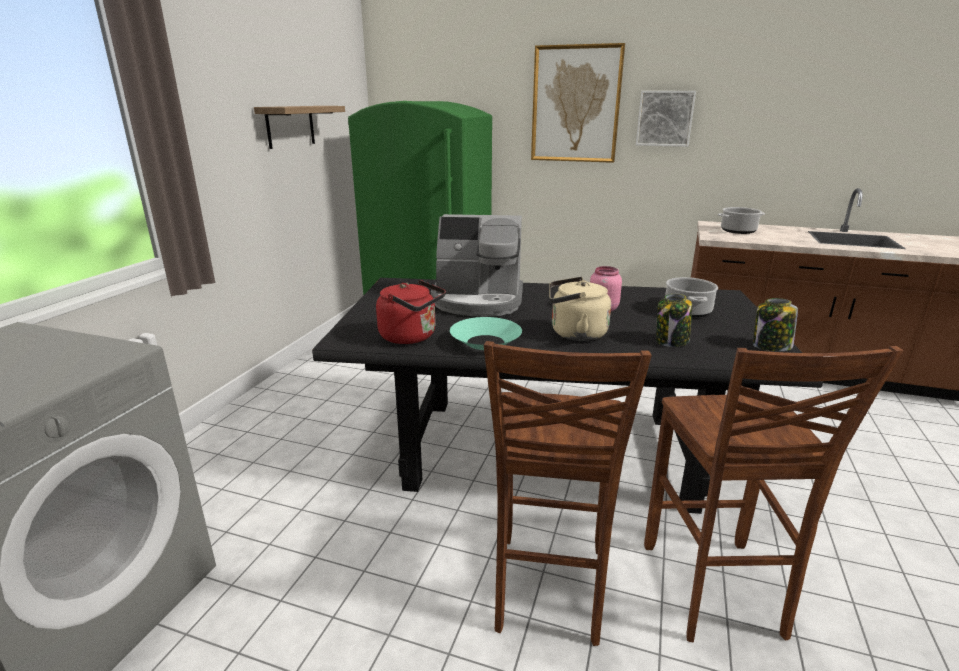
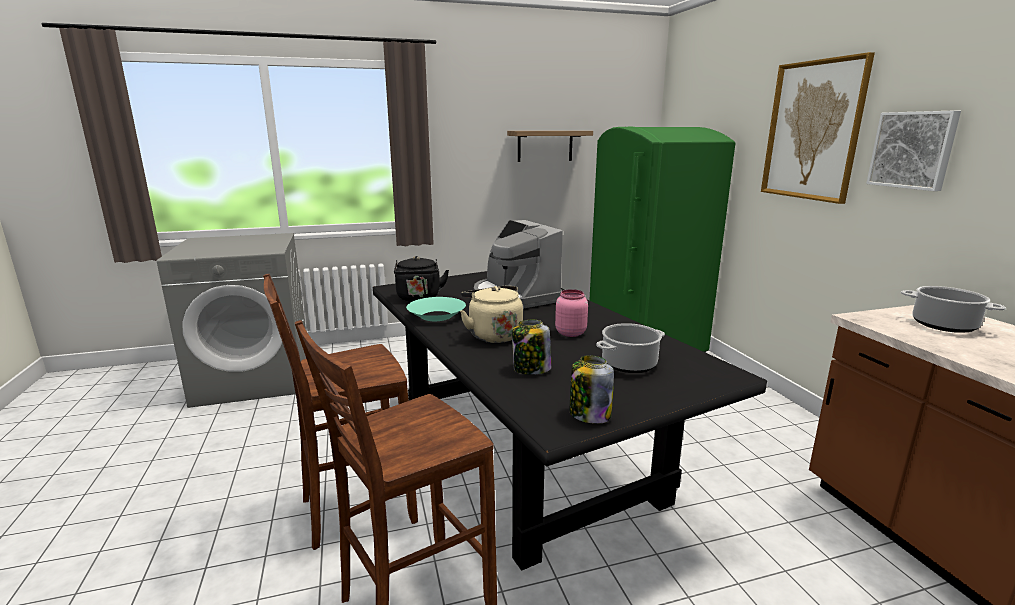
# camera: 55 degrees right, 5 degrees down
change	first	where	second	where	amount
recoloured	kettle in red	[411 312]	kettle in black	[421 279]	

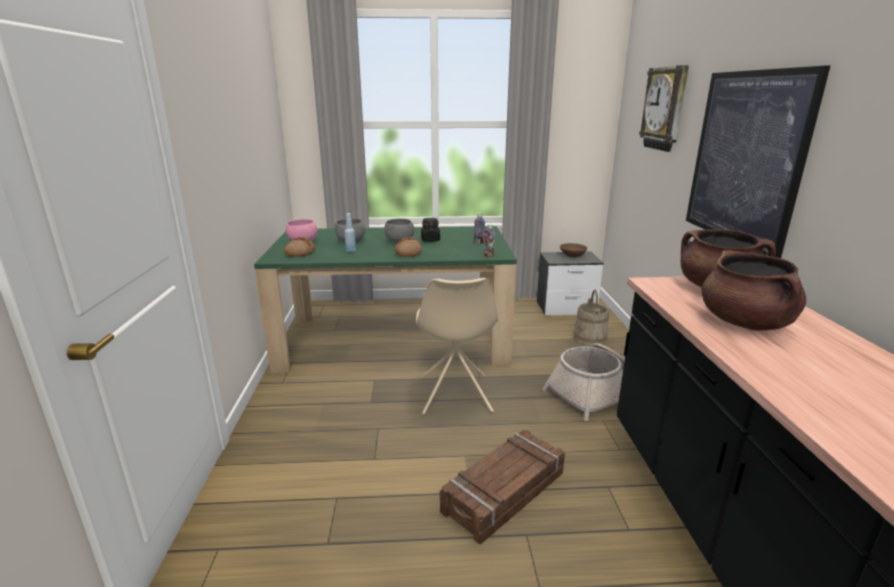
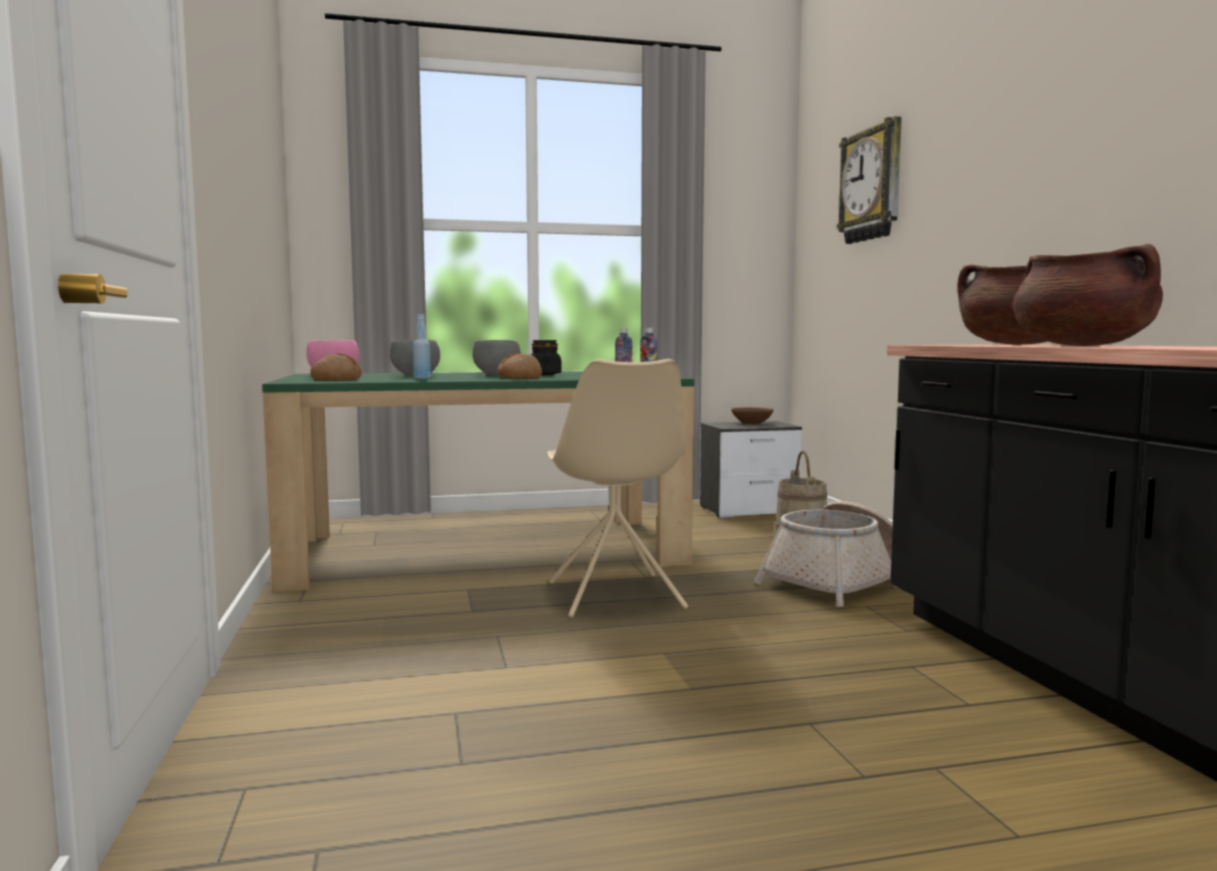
# camera: 10 degrees left, 15 degrees down
change	first	where	second	where	amount
removed	picture	[758 162]			
removed	crate	[502 487]			

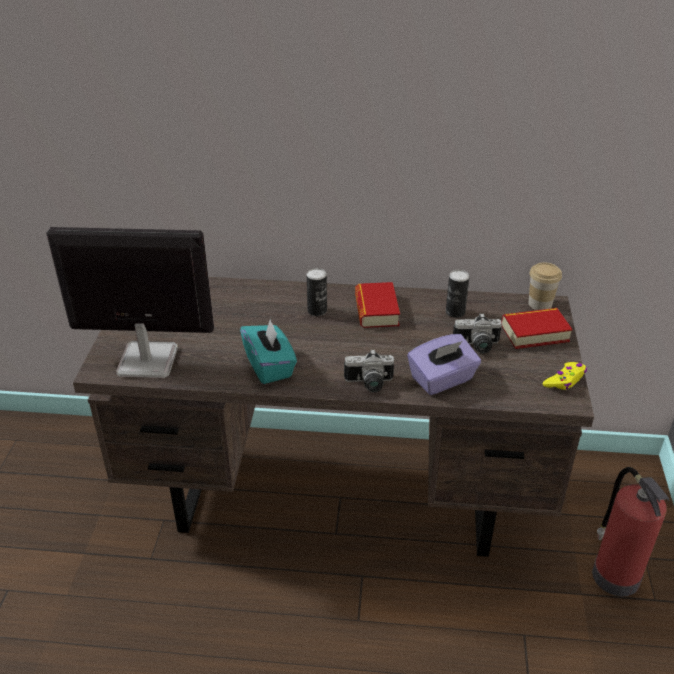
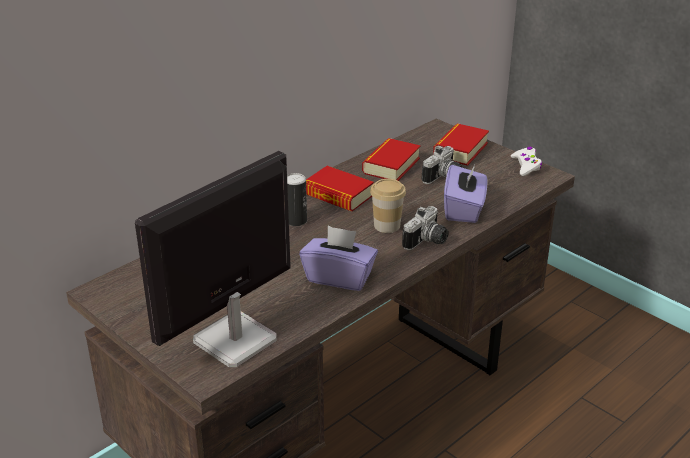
# camera: 50 degrees left, 5 degrees down
change	first	where	second	where	amount
moved	cup	[545 286]		[388 206]	
replaced	can	[457 294]	book	[391 159]	
recoloured	tissue box in turquoise	[268 351]	tissue box in purple	[338 258]	
recoloured	game controller in yellow	[565 376]	game controller in white	[526 161]	
removed	fire extinguisher	[631 531]			

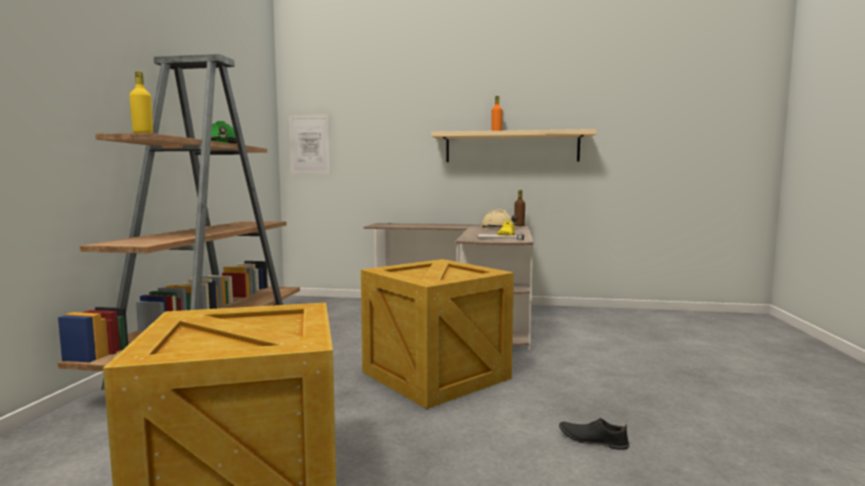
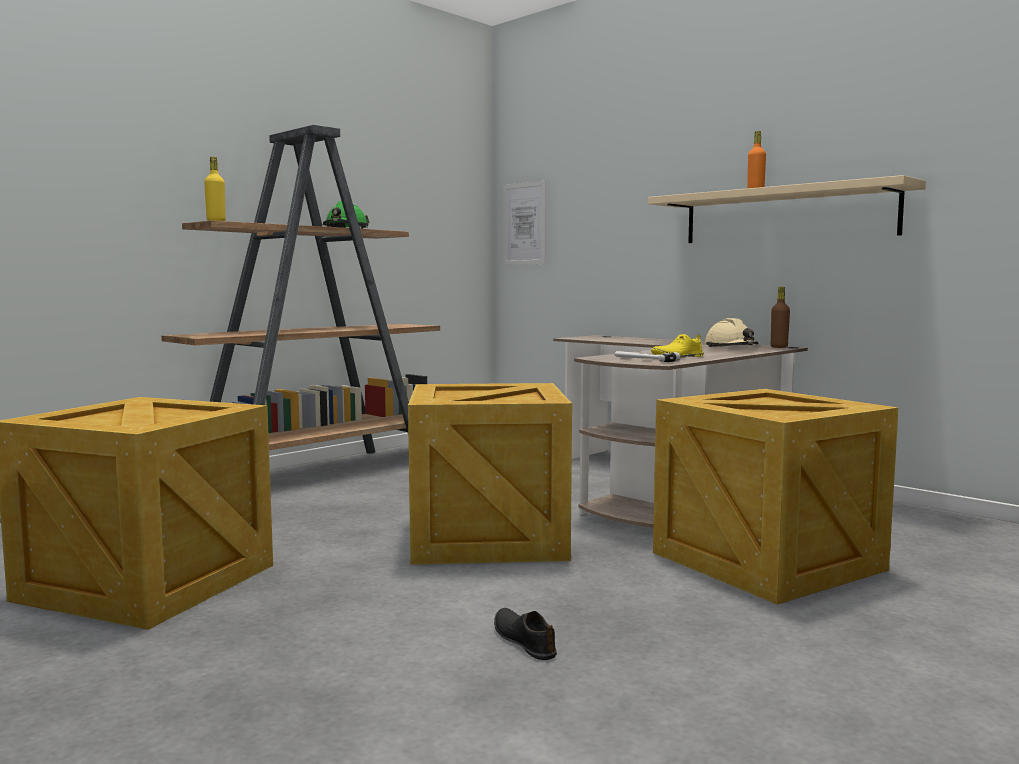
# camera: 35 degrees right, 0 degrees up
change	first	where	second	where	amount
added			crate	[776 496]	

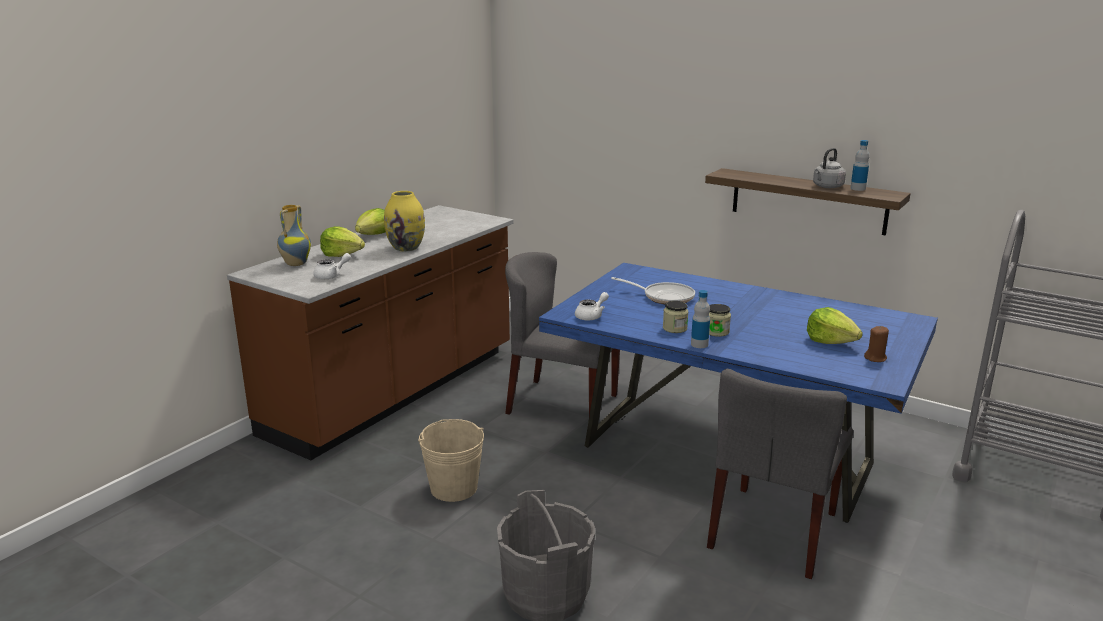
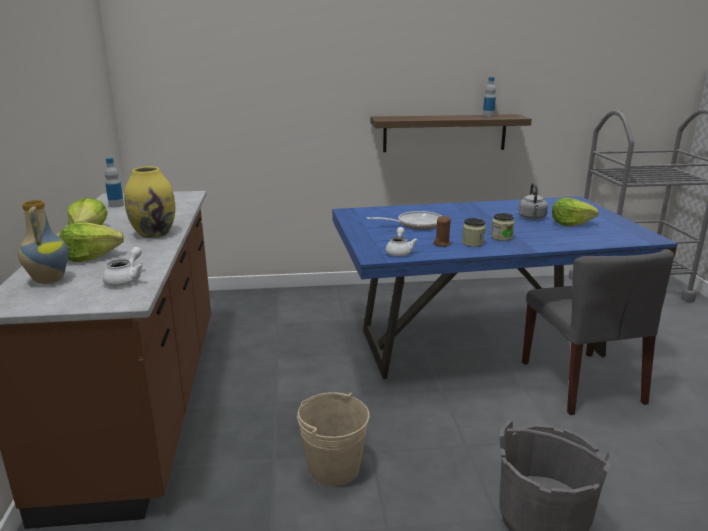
# camera: 40 degrees left, 0 degrees up
change	first	where	second	where	amount
moved	kettle in grey	[829 168]		[533 201]	
removed	chair in grey	[562 333]			
moved	bottle	[700 319]		[114 183]	
moved	candle in brown	[876 344]		[442 231]	

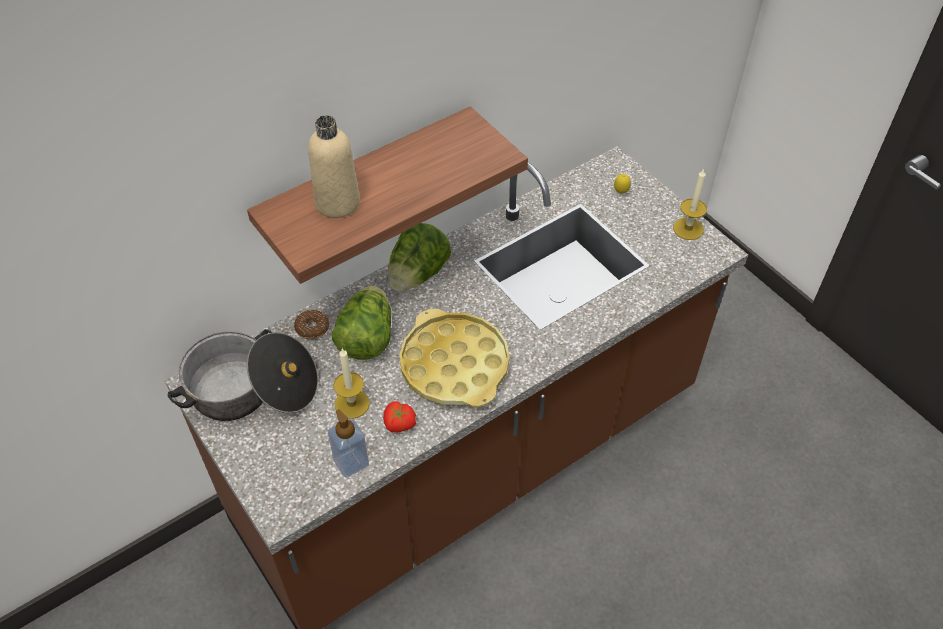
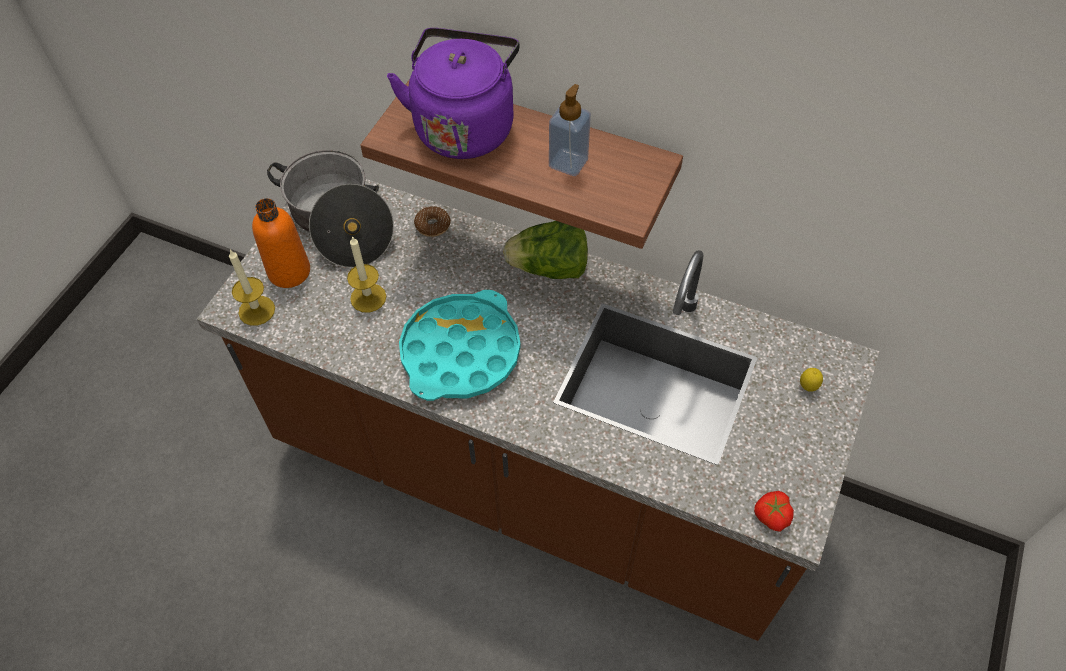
# camera: 60 degrees right, 5 degrees up
change	first	where	second	where	amount
replaced	bottle in beige	[334 166]	kettle in purple	[453 93]	
moved	candle	[690 204]		[252 287]	
removed	lettuce	[361 322]			
recoloured	tray in yellow	[454 358]	tray in turquoise	[460 345]	
moved	tomato	[399 417]		[774 511]	
moved	soap dispenser	[348 443]		[570 130]	
added			bottle in orange	[281 243]	

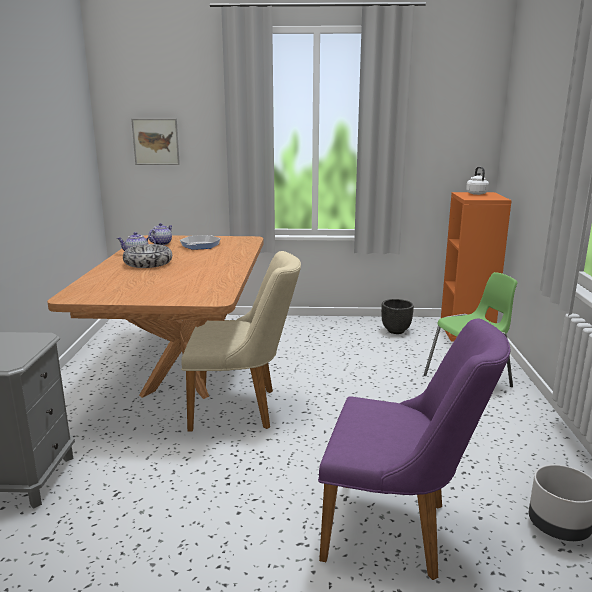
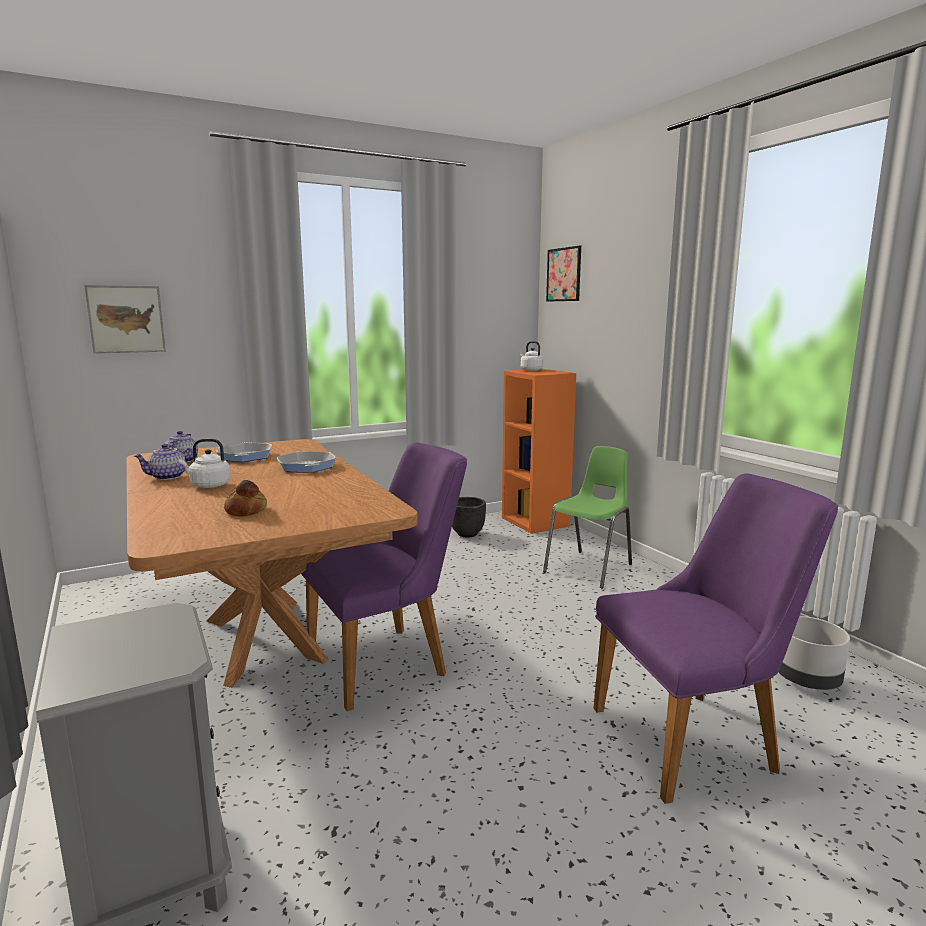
# camera: 30 degrees left, 5 degrees down
change	first	where	second	where	amount
replaced	bowl	[147 256]	kettle in white	[205 463]	
recoloured	chair in beige	[241 341]	chair in purple	[384 576]	
added			picture	[563 274]	
added			frying pan	[306 462]	
added			bread	[245 498]	

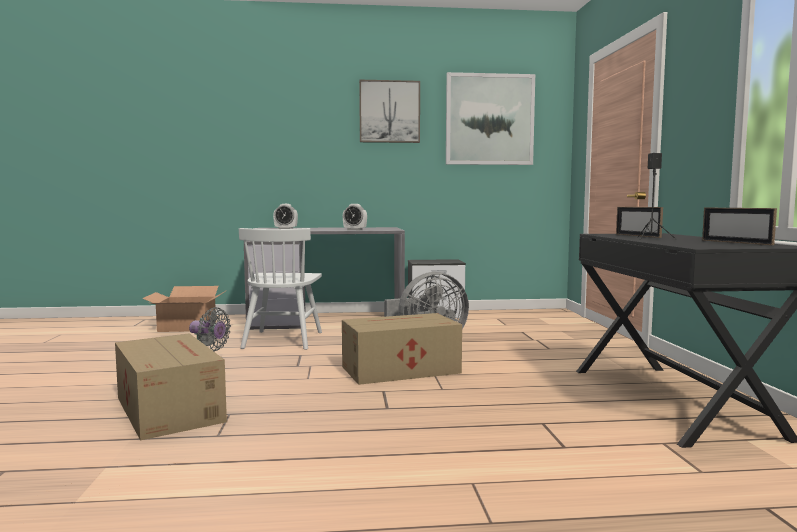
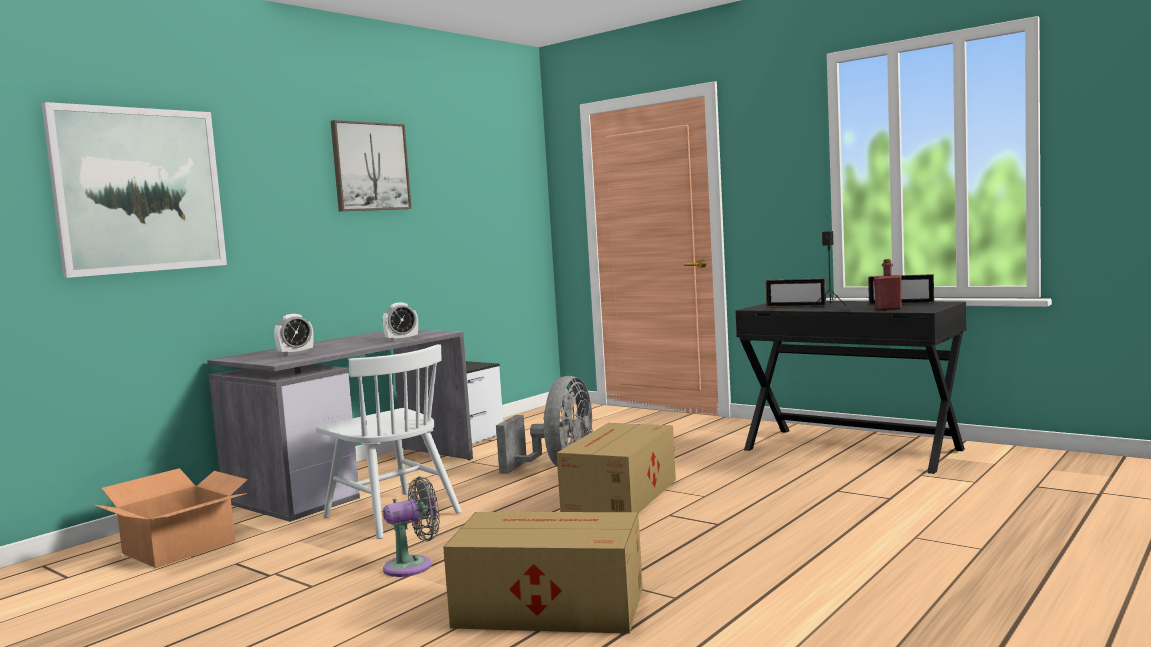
# camera: 45 degrees left, 0 degrees up
change	first	where	second	where	amount
moved	picture	[490 118]		[134 190]	
added			bottle in red	[888 284]	

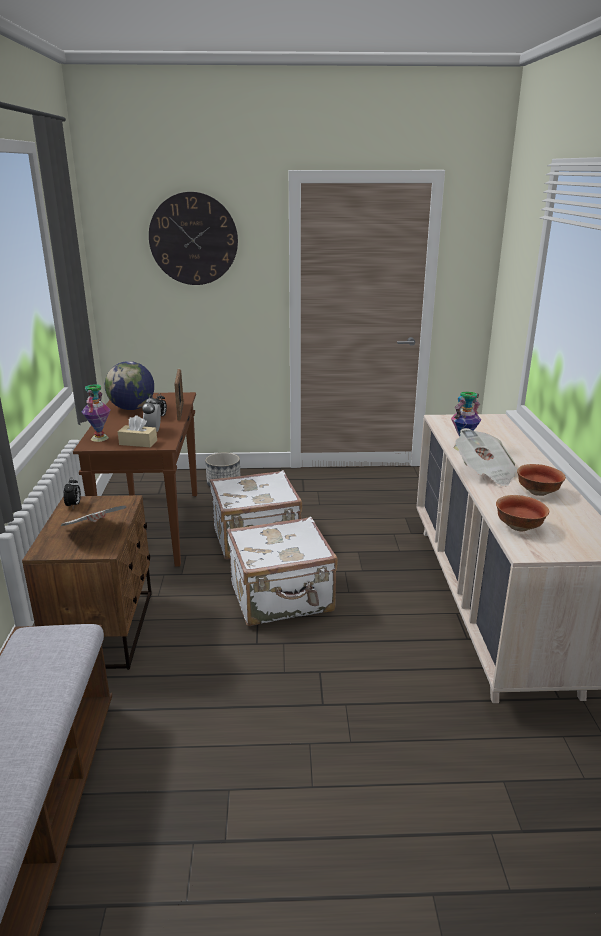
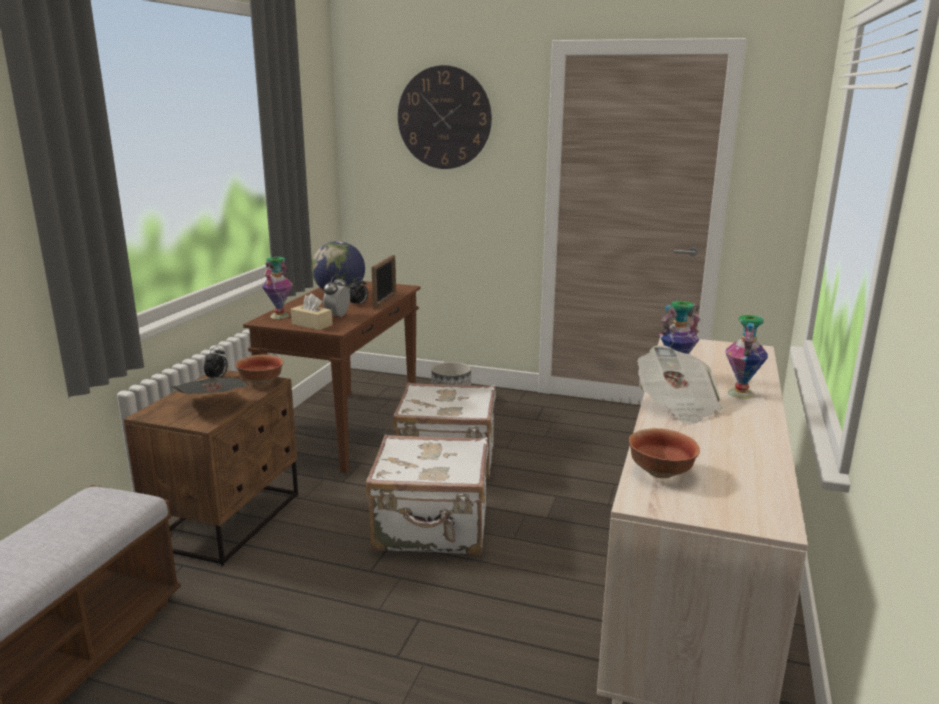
# camera: 20 degrees right, 5 degrees down
change	first	where	second	where	amount
moved	bowl	[541 480]		[259 370]	
added			vase	[746 357]	

